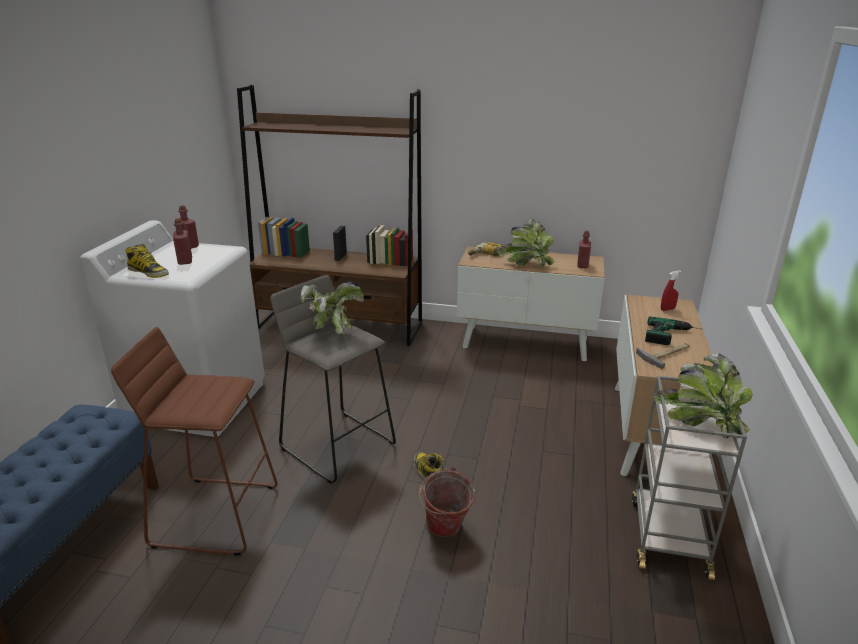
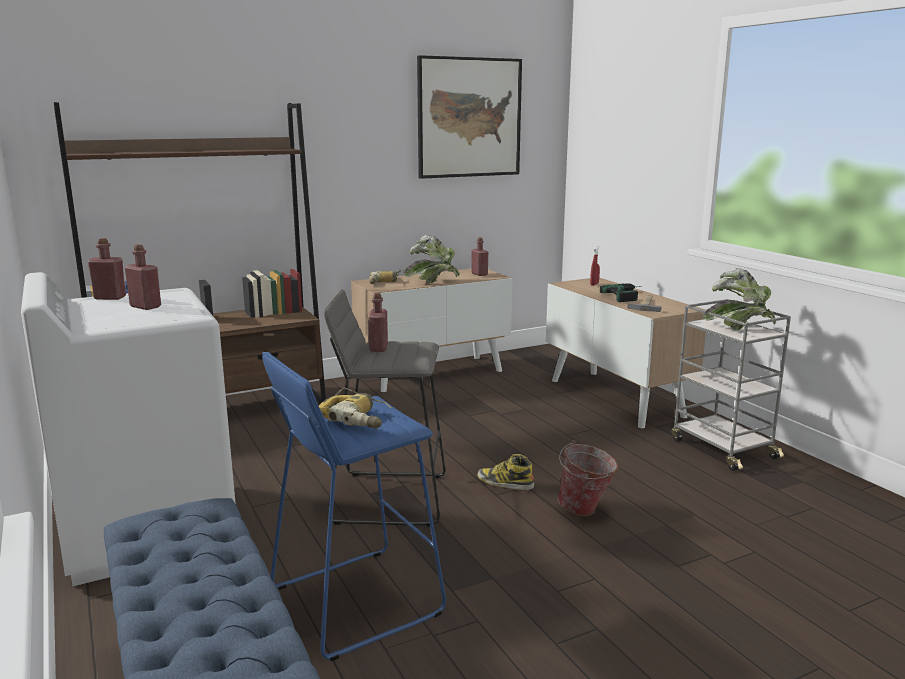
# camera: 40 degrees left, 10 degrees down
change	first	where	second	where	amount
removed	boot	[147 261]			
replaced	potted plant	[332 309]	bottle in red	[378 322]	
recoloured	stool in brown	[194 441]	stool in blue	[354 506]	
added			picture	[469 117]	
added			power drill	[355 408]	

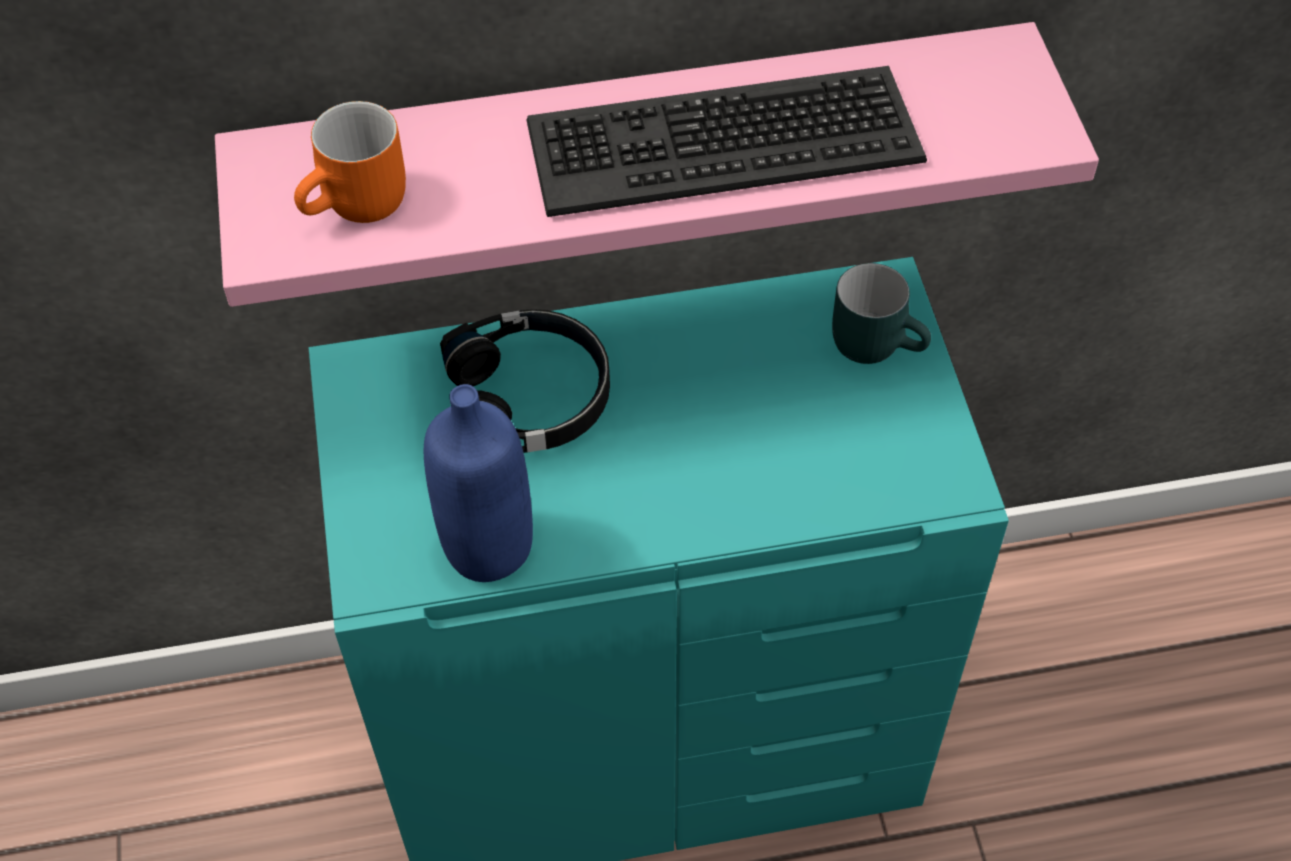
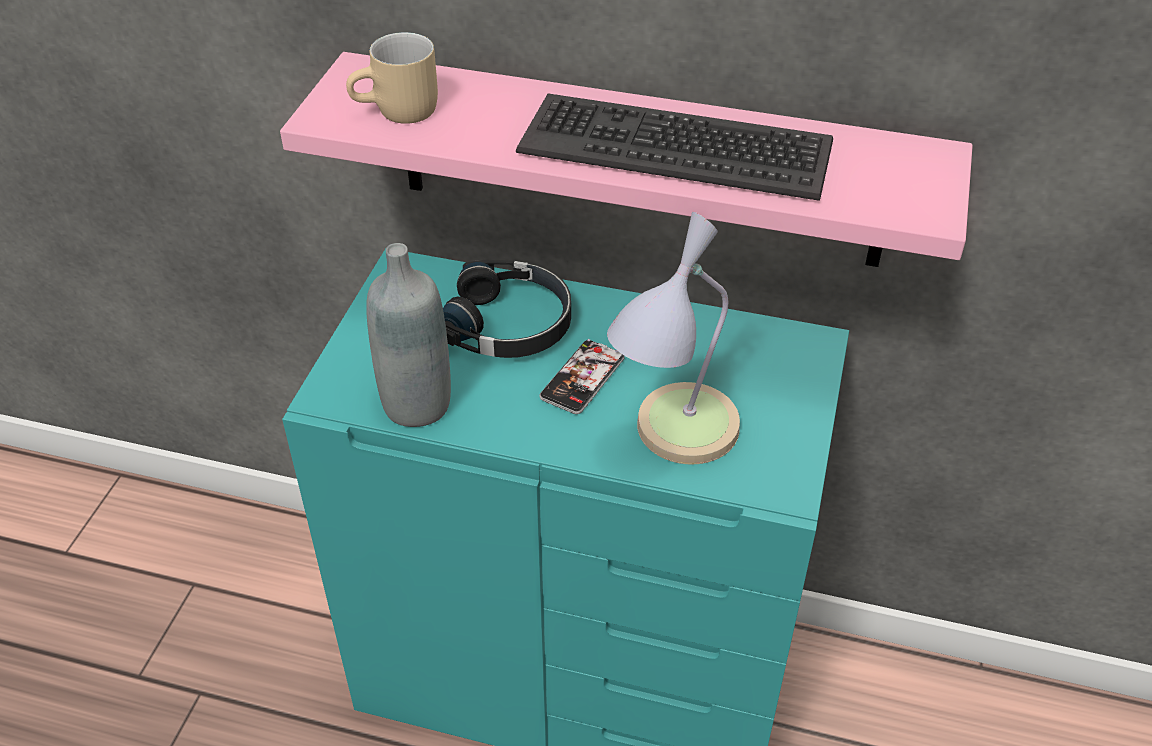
# camera: 25 degrees right, 10 degrees down
change	first	where	second	where	amount
recoloured	mug in orange	[350 162]	mug in beige	[392 78]	
removed	mug in turquoise	[881 313]			
recoloured	bottle in blue	[478 483]	bottle in grey	[408 335]	
added			table lamp	[673 338]	
added			phone	[581 376]	

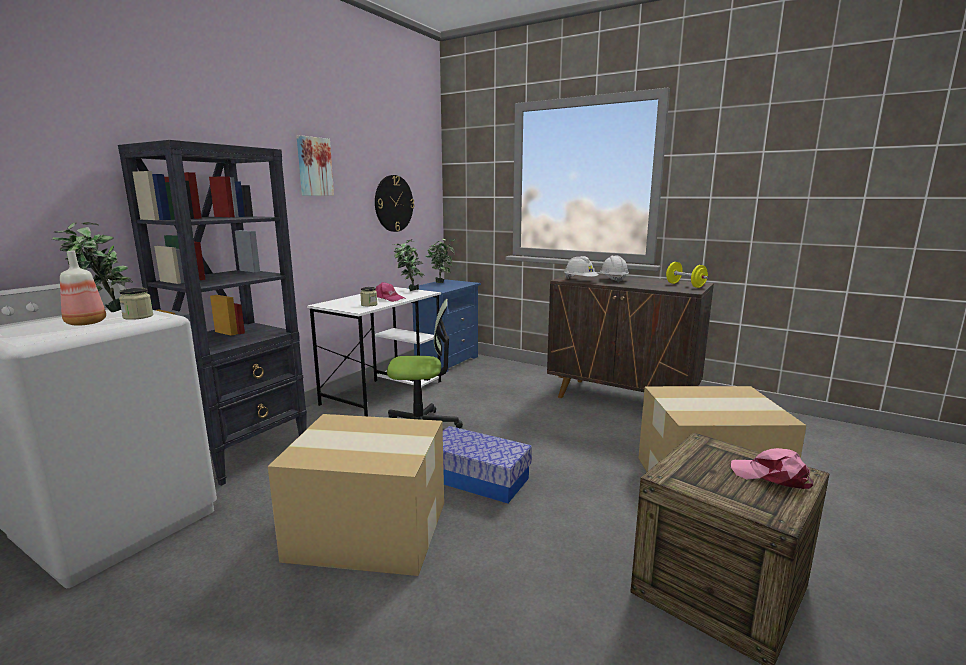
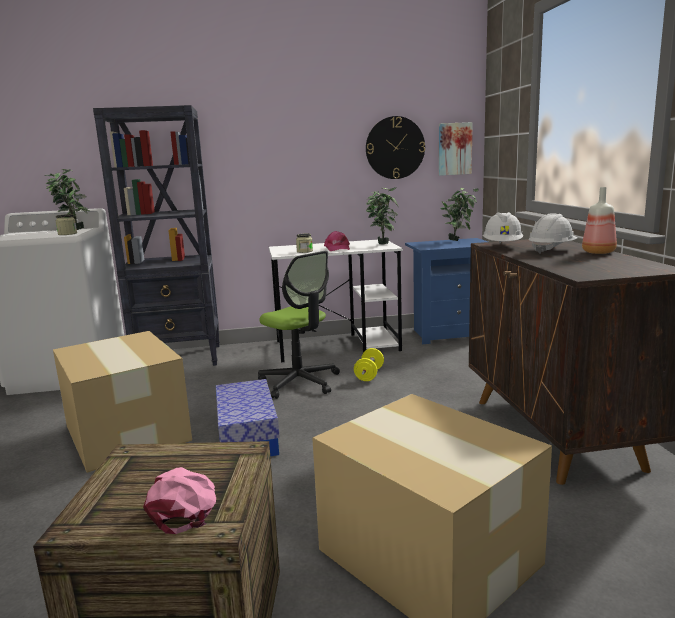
# camera: 50 degrees right, 0 degrees up
change	first	where	second	where	amount
moved	picture	[315 165]		[456 149]	
moved	bottle	[83 288]		[599 220]	
moved	dumbbell in yellow	[687 275]		[369 364]	

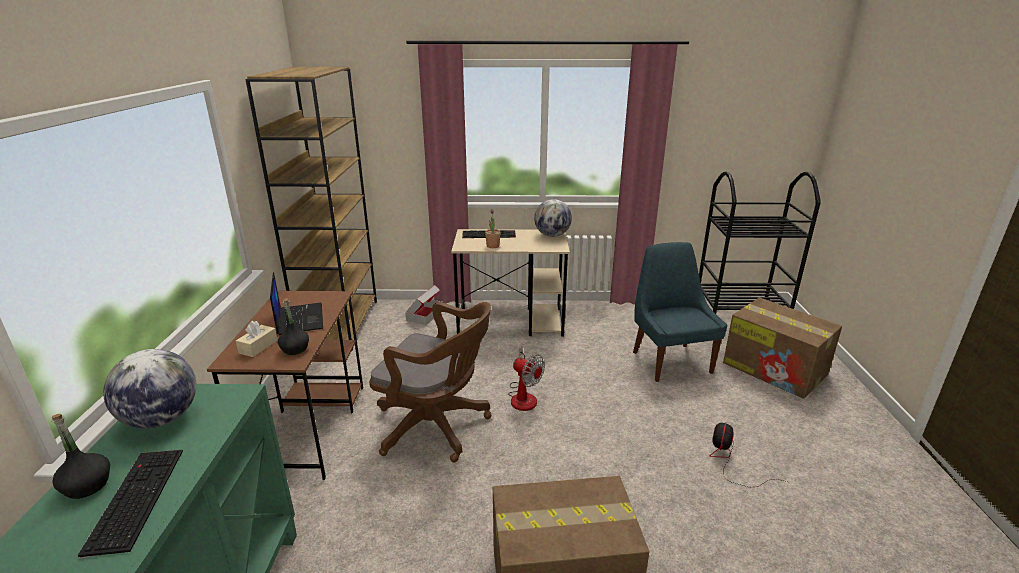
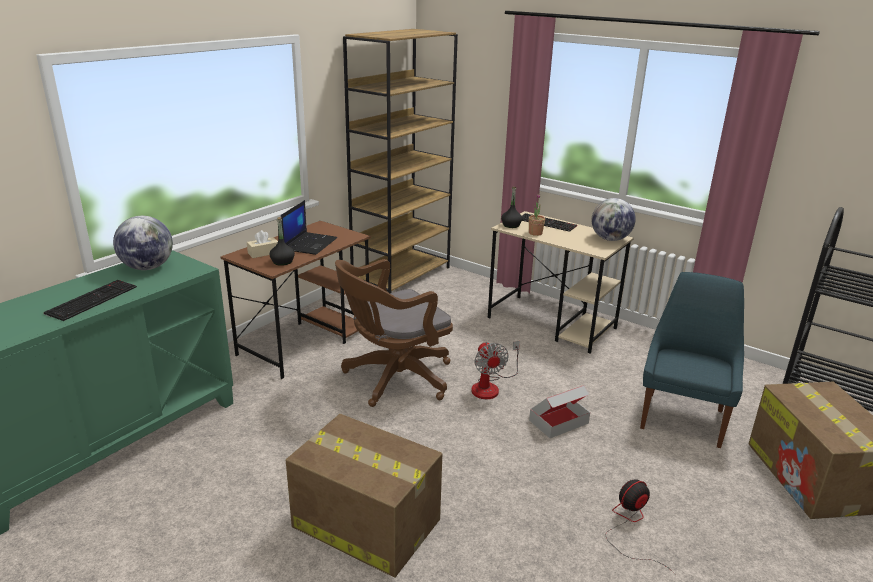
# camera: 35 degrees right, 0 degrees up
change	first	where	second	where	amount
moved	cardboard box	[424 305]		[559 411]	
turned	office chair in brown	[430 382]		[394 333]	90 degrees clockwise
moved	bottle in black	[80 456]		[511 207]	

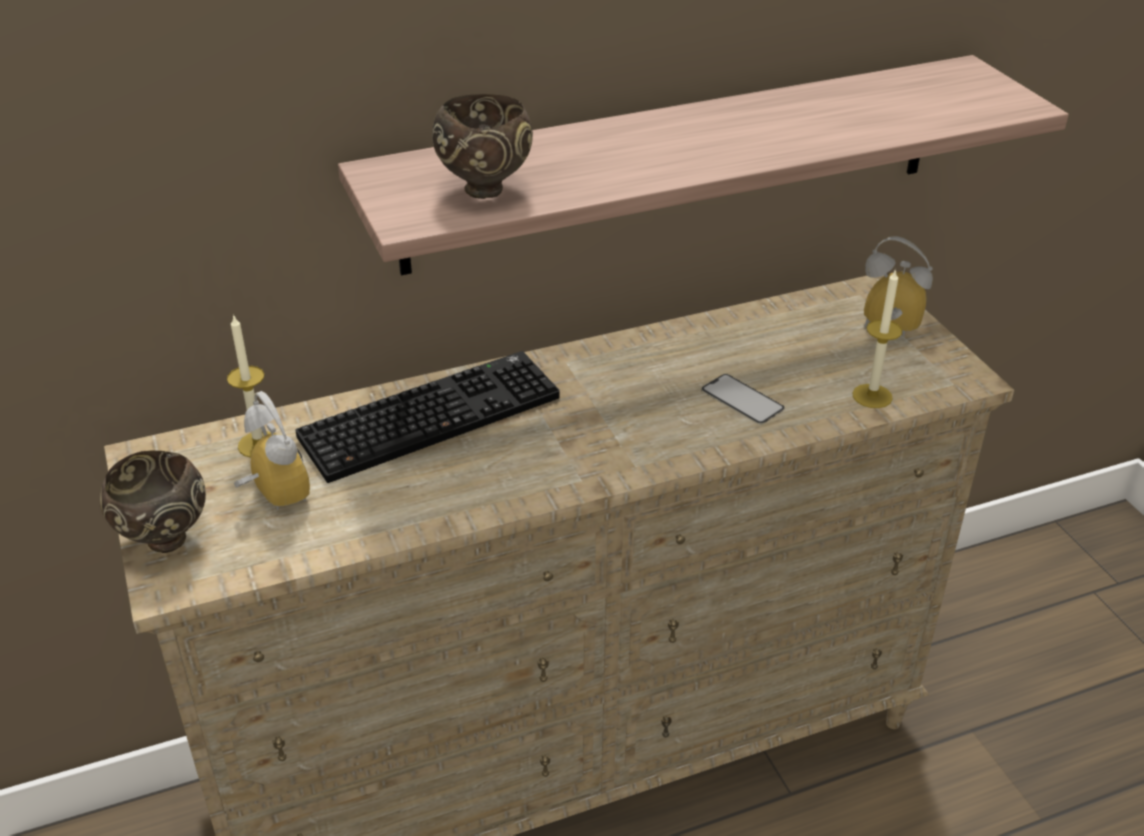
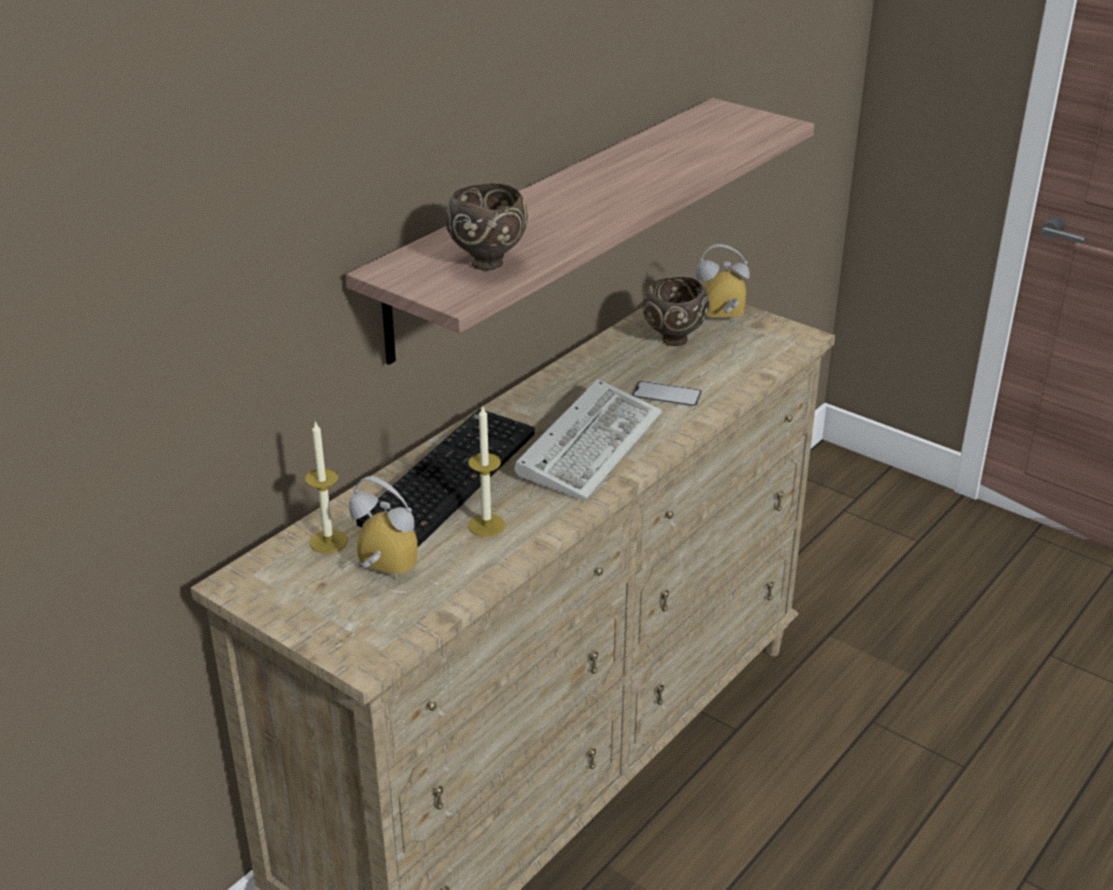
# camera: 30 degrees left, 5 degrees down
change	first	where	second	where	amount
moved	candle	[877 338]		[486 471]	
moved	bowl in brown	[153 502]		[676 311]	
added			keyboard	[588 440]	

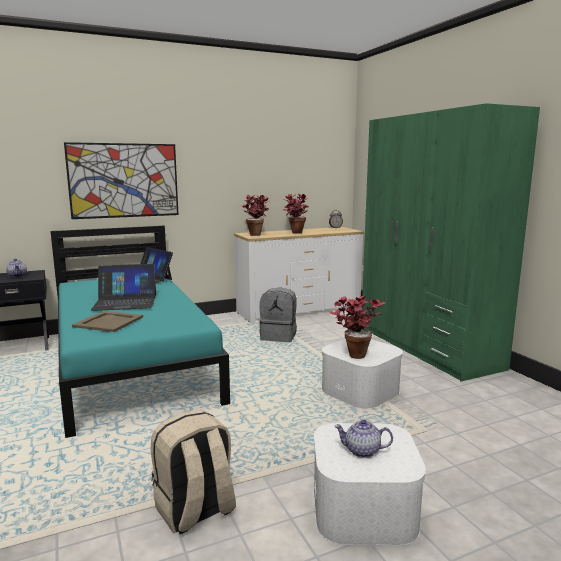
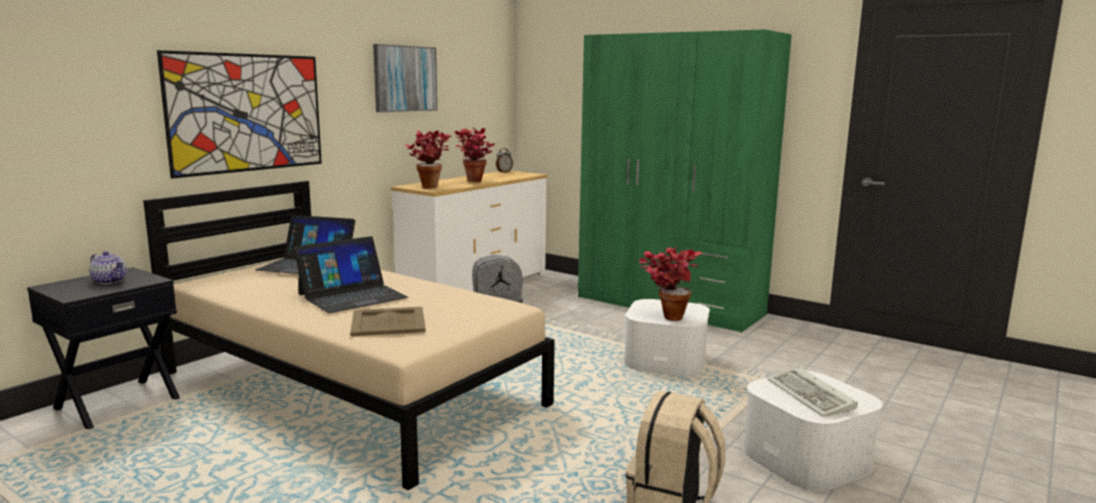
# camera: 30 degrees left, 0 degrees up
change	first	where	second	where	amount
recoloured	bed in turquoise	[140 331]	bed in beige	[349 335]	
replaced	teapot	[363 438]	keyboard	[812 392]	
added			picture	[405 78]	

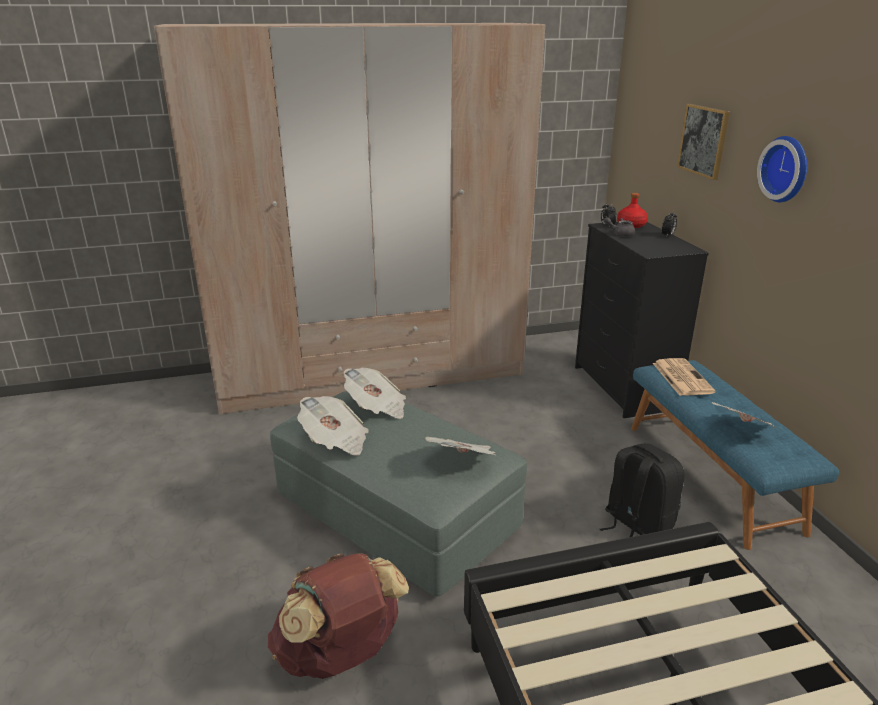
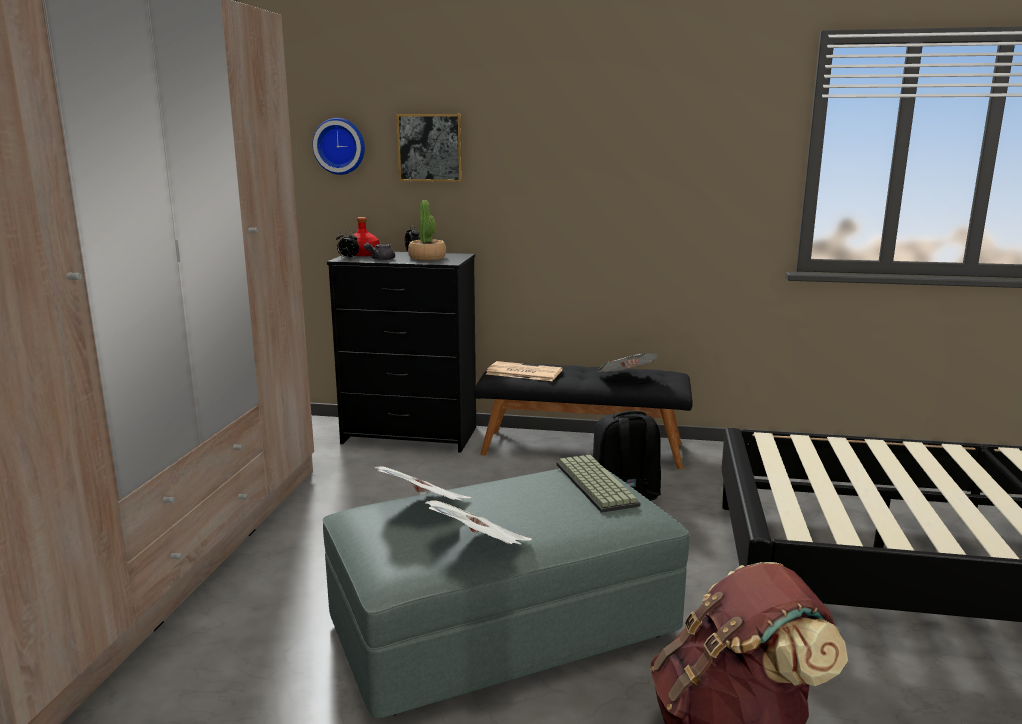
# camera: 65 degrees left, 10 degrees down
change	first	where	second	where	amount
moved	wall clock	[782 169]		[338 146]	
recoloured	bench in blue	[735 455]	bench in black	[583 416]	
replaced	newspaper	[460 446]	keyboard	[598 484]	
added			potted plant	[427 231]	

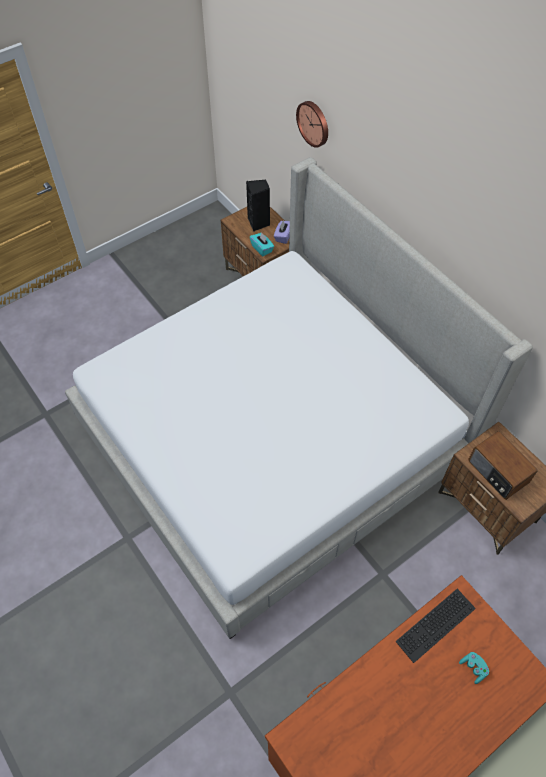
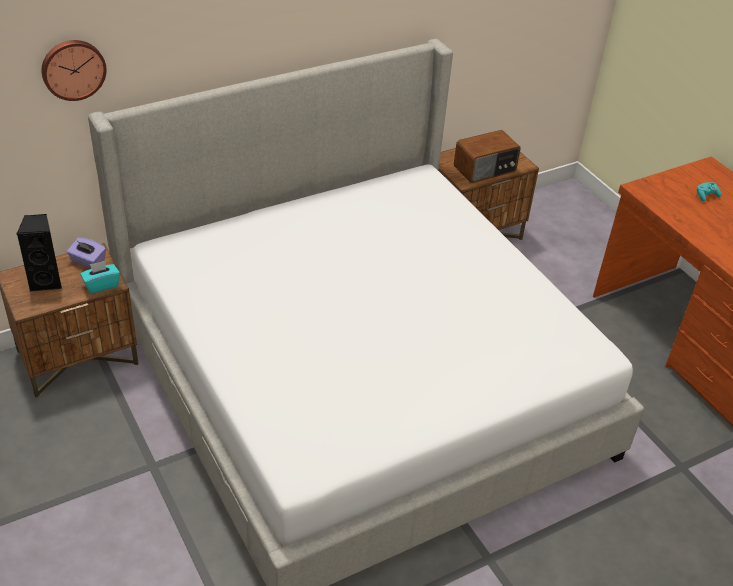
# camera: 85 degrees left, 15 degrees down
change	first	where	second	where	amount
removed	keyboard	[435 626]			

